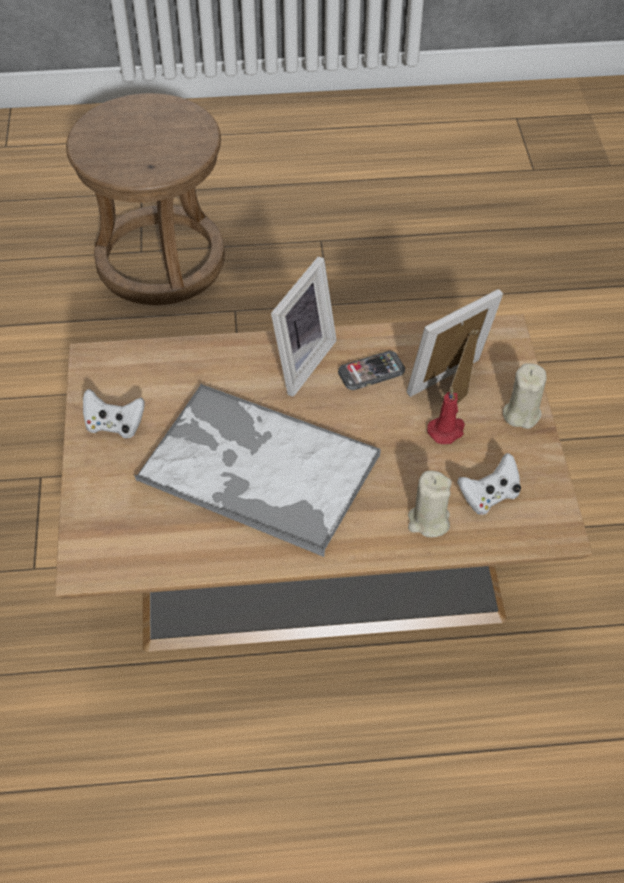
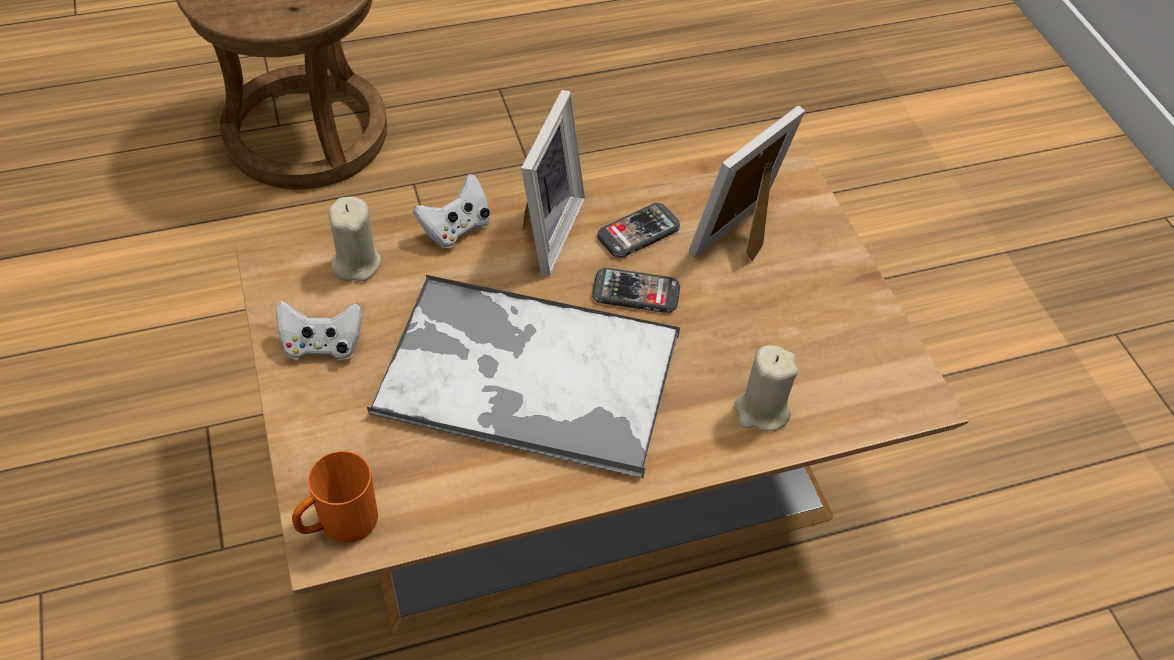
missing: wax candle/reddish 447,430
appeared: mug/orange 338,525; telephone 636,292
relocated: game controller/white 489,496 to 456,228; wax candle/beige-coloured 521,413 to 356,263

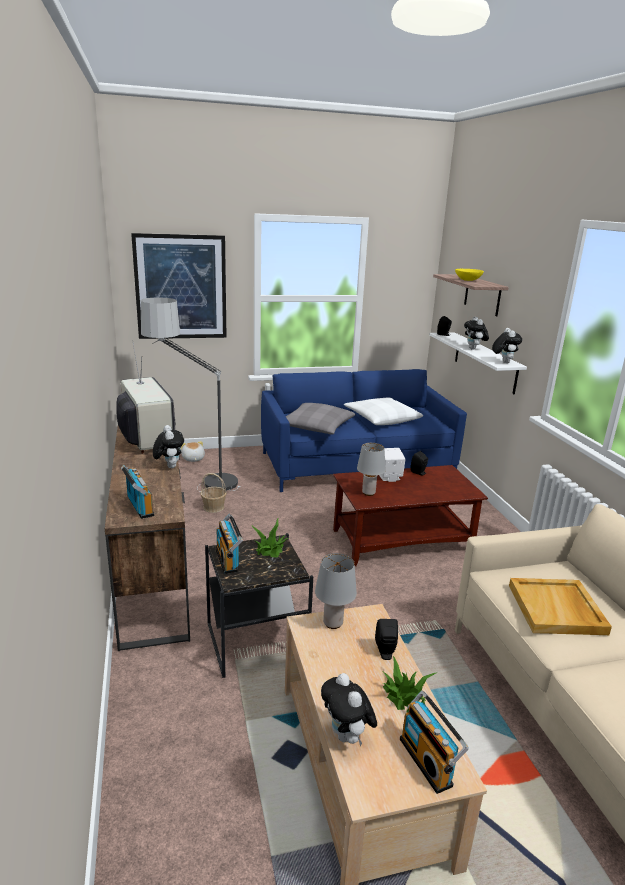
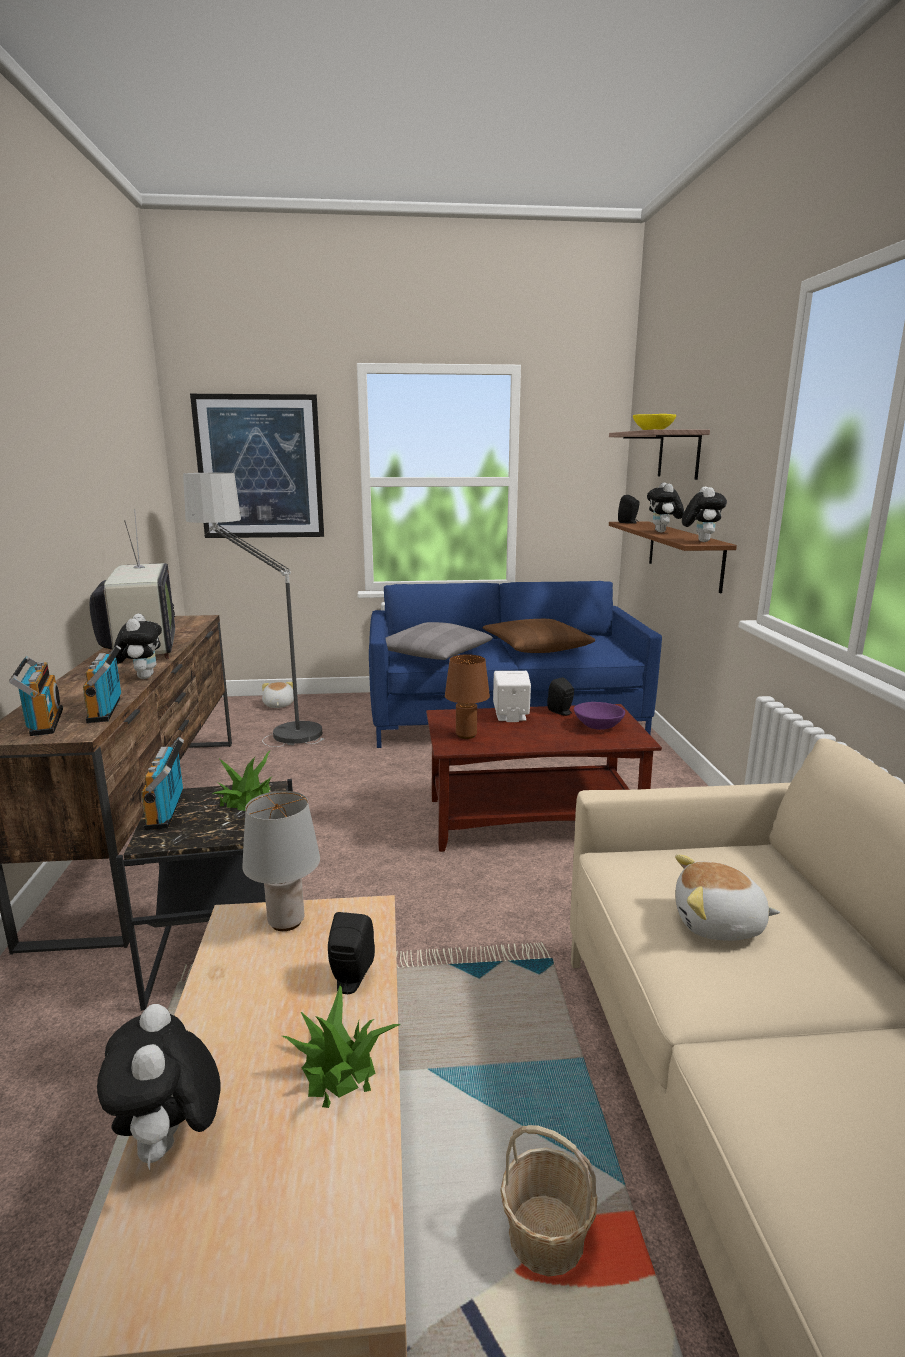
appeared: serving bowl/purplish 598,726
relocated: basket 214,507 to 546,1237; radio 428,761 to 108,710
exchanged: serving tray/beige-coloured 557,609 to cuddly toy 718,924
colour: pillow/white 382,418 to pillow/brown-coloured 536,646; tabletop lamp/greyish 368,493 to tabletop lamp/brown-coloured 466,735; bracket shelf/white 484,362 to bracket shelf/brown-coloured 684,554

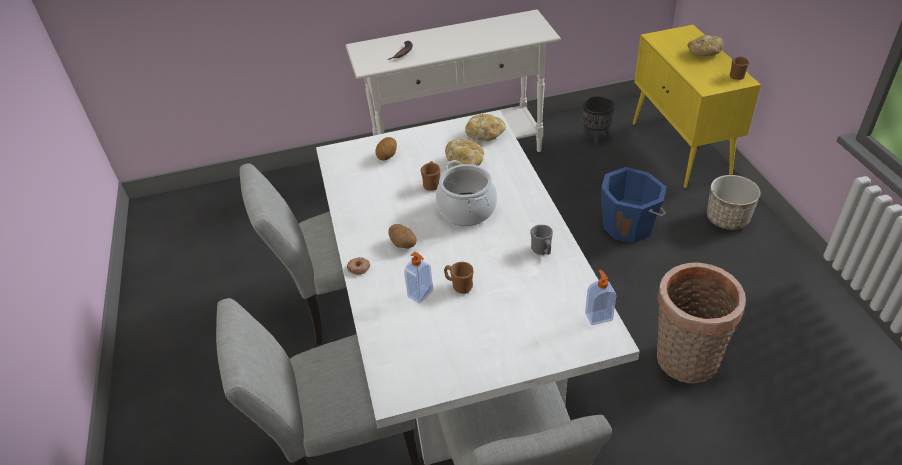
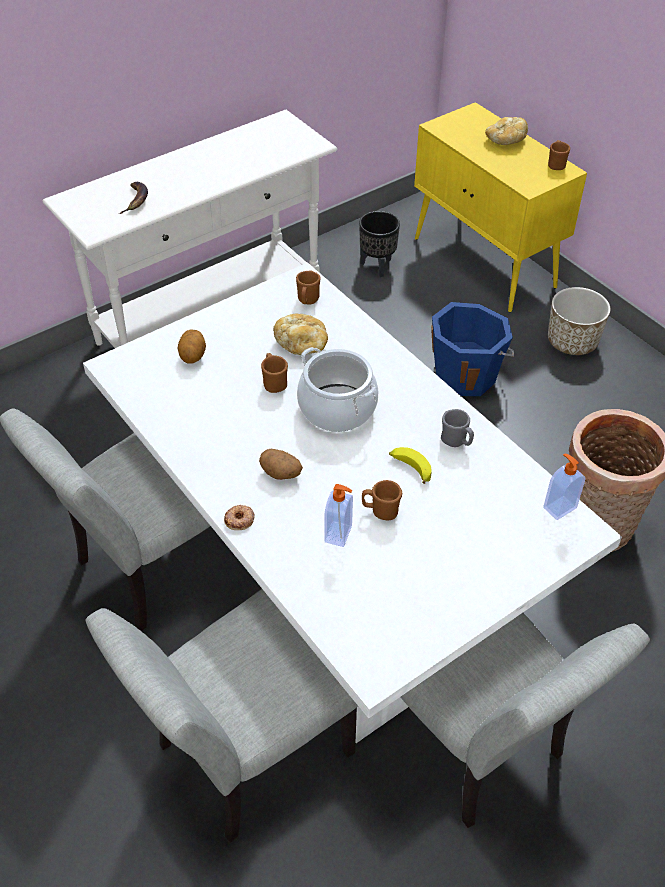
appeared: banana fruit 410,468
exchanged: baked bread 485,135 to mug/brown-coloured 307,301

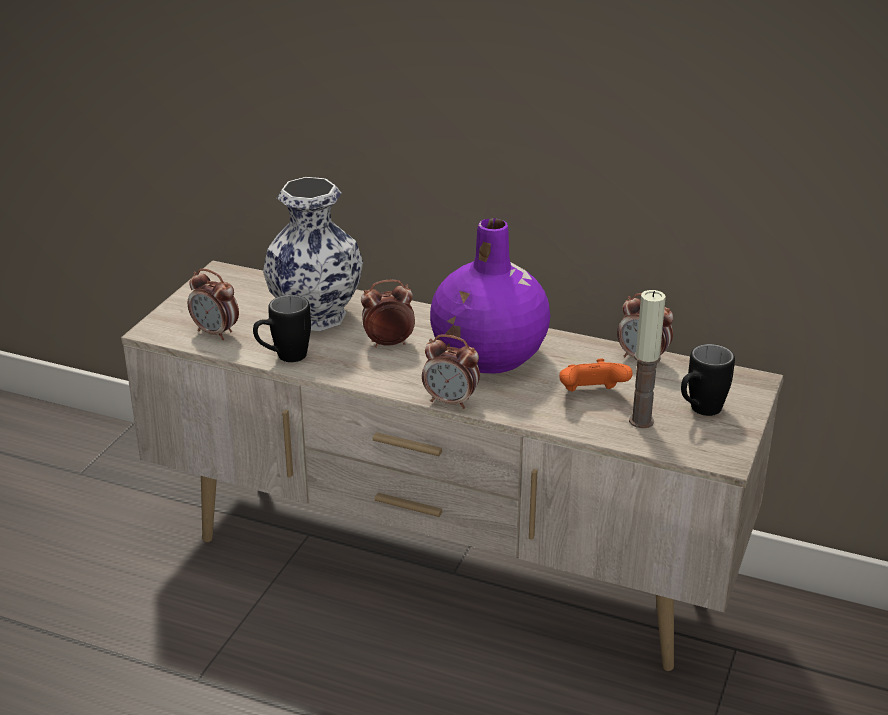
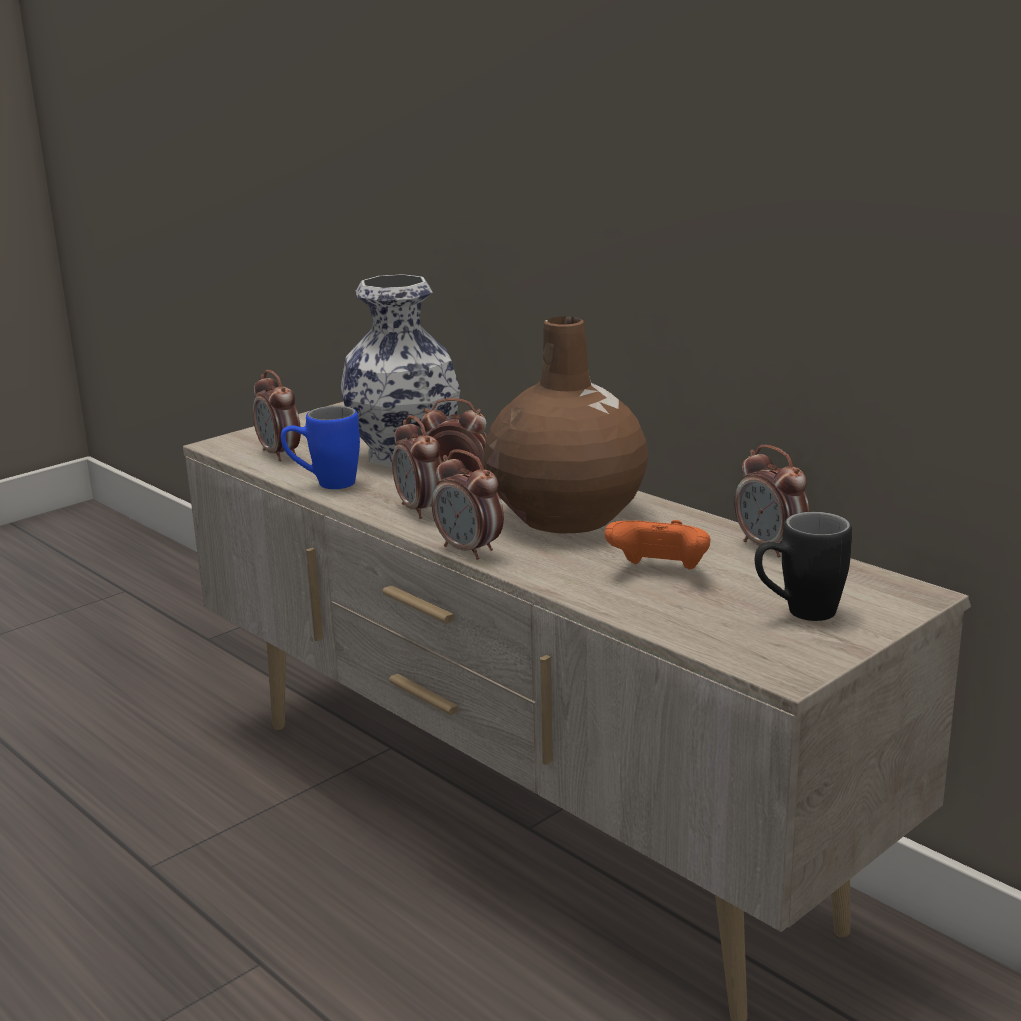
missing: wax candle 641,421
appeared: table clock 421,510
colour: mug/black 283,358 to mug/bluish 324,484; vase/purplish 490,356 to vase/brown-coloured 567,516

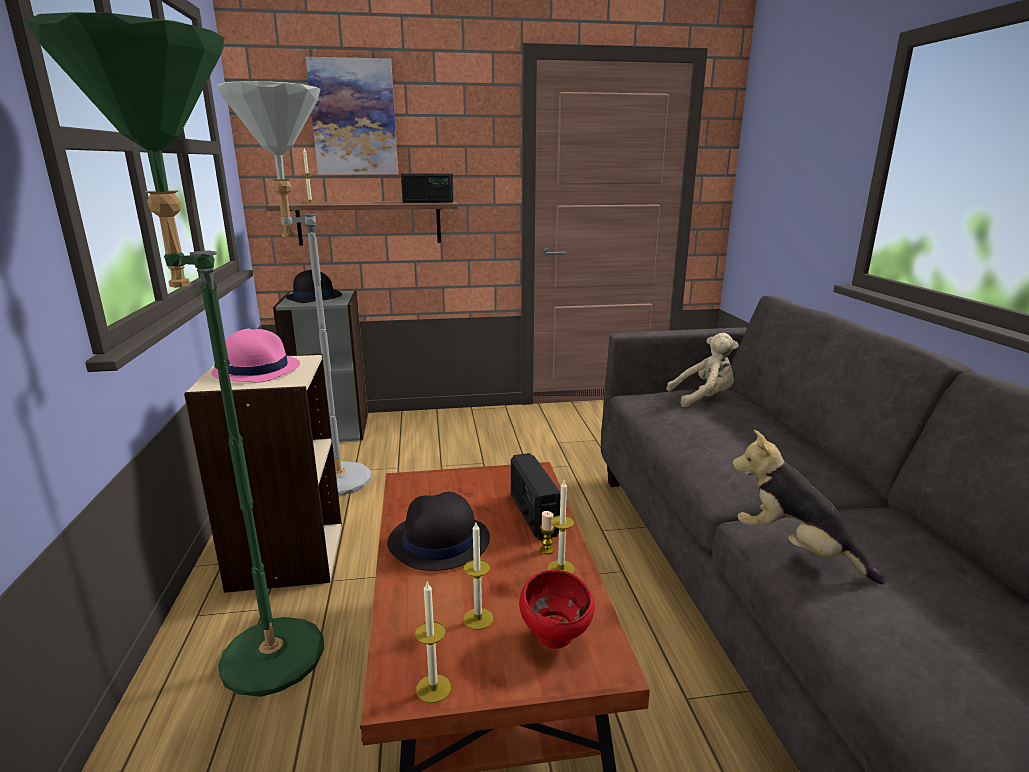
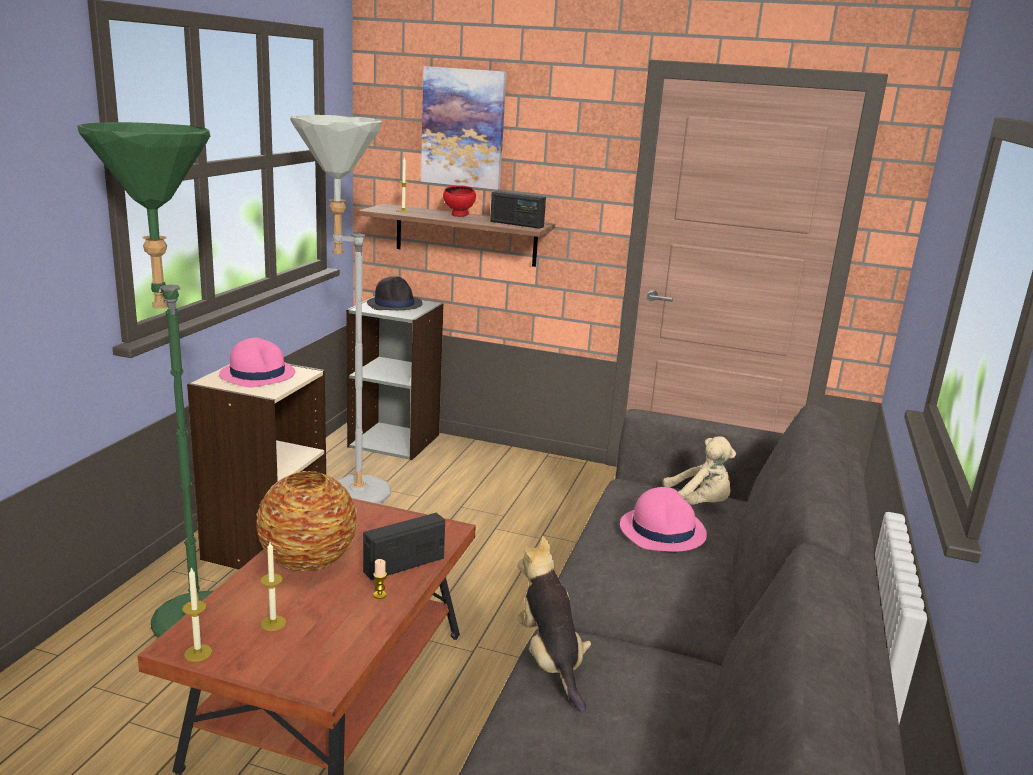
missing: wax candle 561,568
appeared: wearable hat/pinkish 662,530
relocated: serving bowl/reddish 557,639 to 459,216
exchanged: wearable hat/black 438,542 to vase 307,560
spun: radio 533,514 = 404,564 45 degrees clockwise

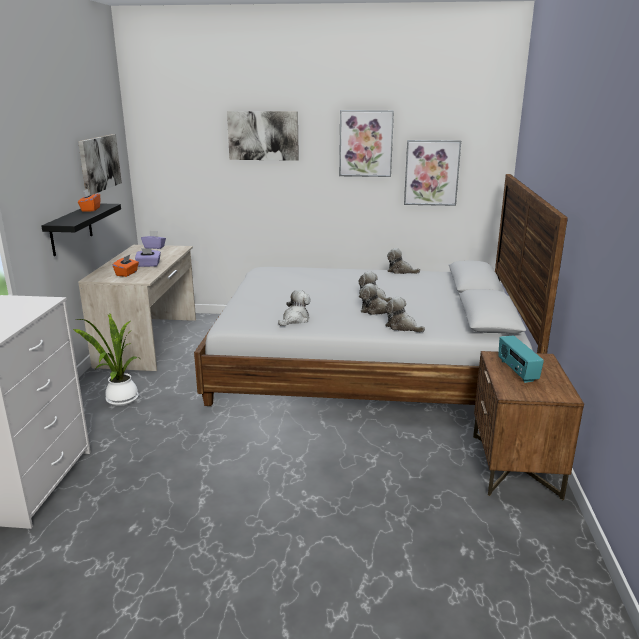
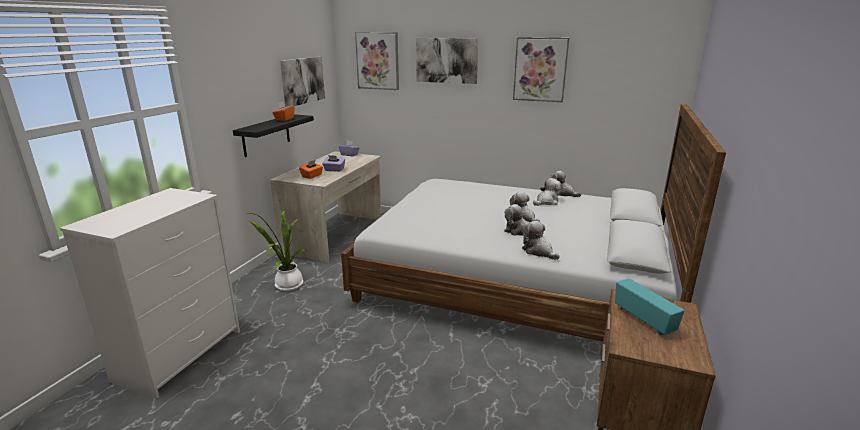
relocated: cuddly toy 295,320 to 546,202; picture 431,173 to 378,61
spun: radio 517,371 = 644,320 150 degrees clockwise

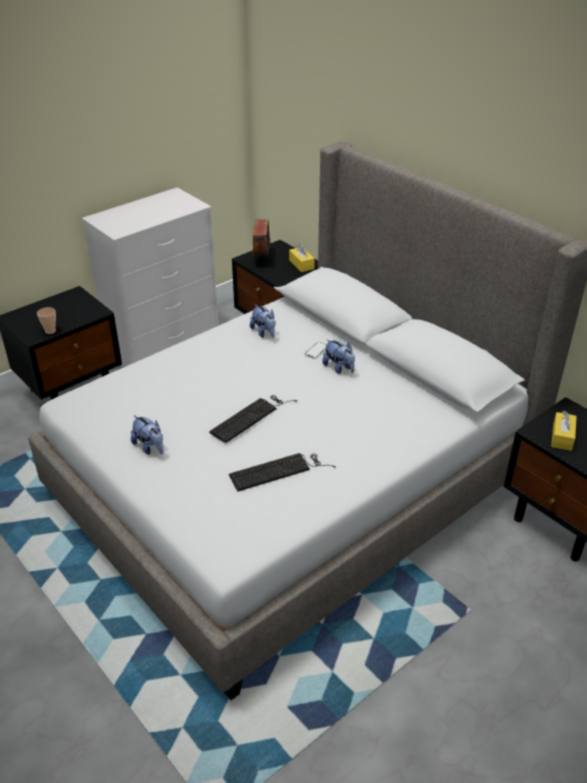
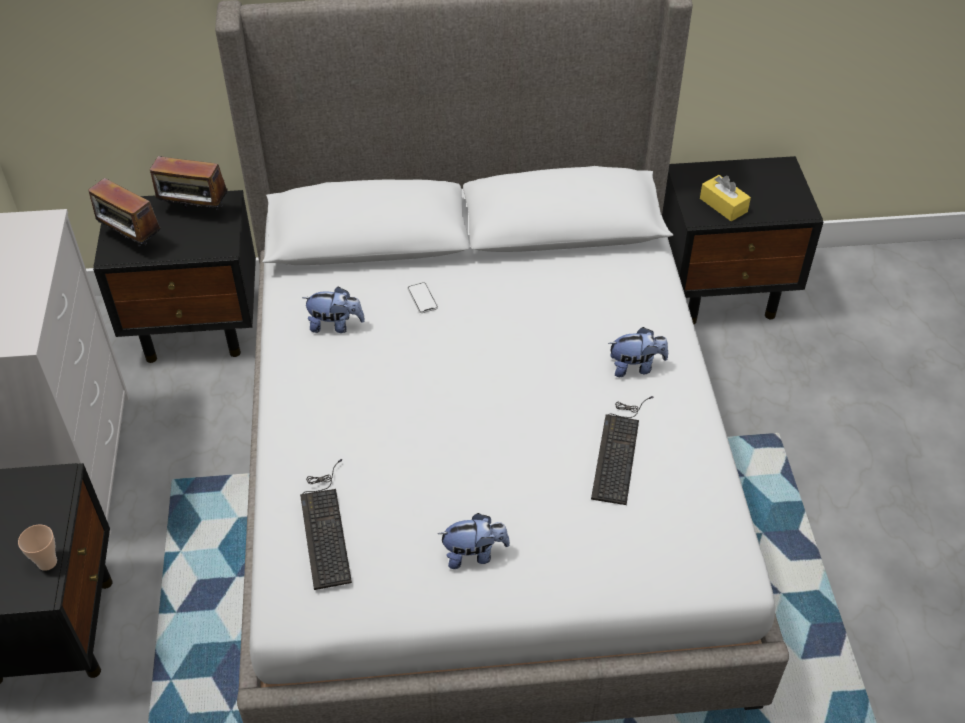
relocated: keyboard 251,417 to 325,525; cuddly toy 339,368 to 635,367
exchanged: tissue box/yellow-coloured 301,264 to radio 195,211

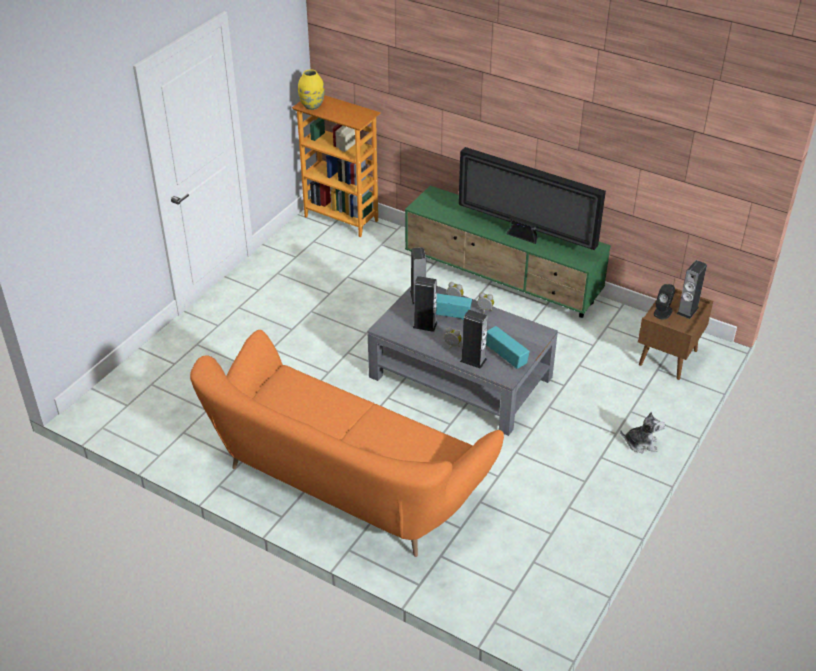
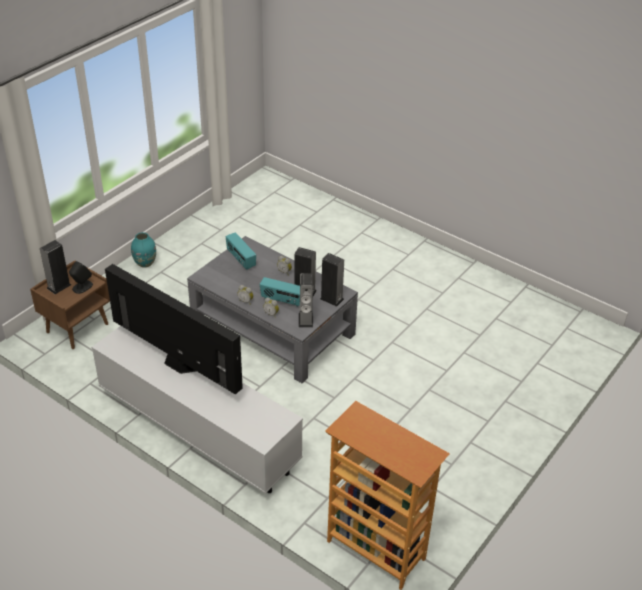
missing: sofa/orange 343,484; vase/yellow-coloured 312,106
relocated: audio speaker 473,360 to 331,299
exchanged: cuddly toy 641,443 to vase/turquoise 145,263
colour: tv unit/green 502,280 to tv unit/white 197,430

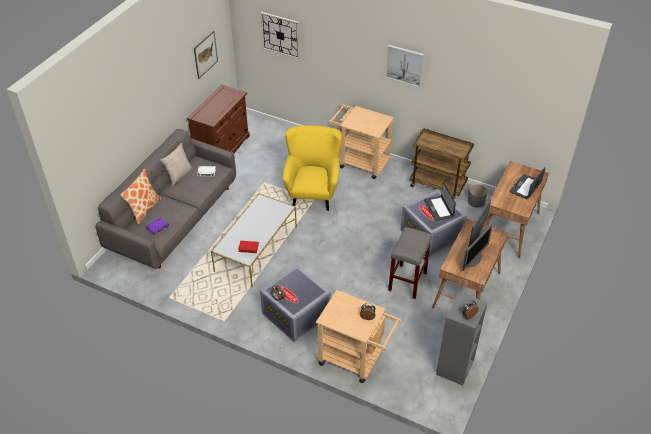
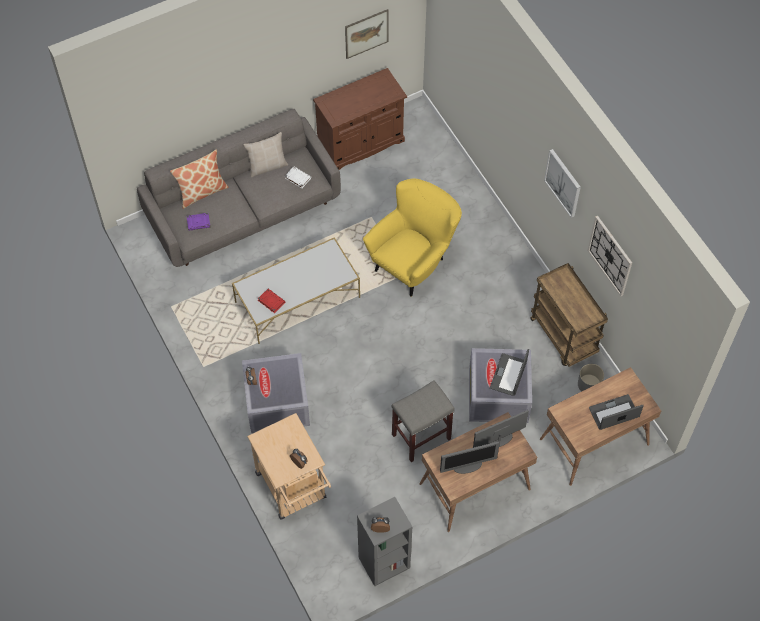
missing: cart/beige-coloured 360,162
relocated: hanging clock 280,35 to 610,255

